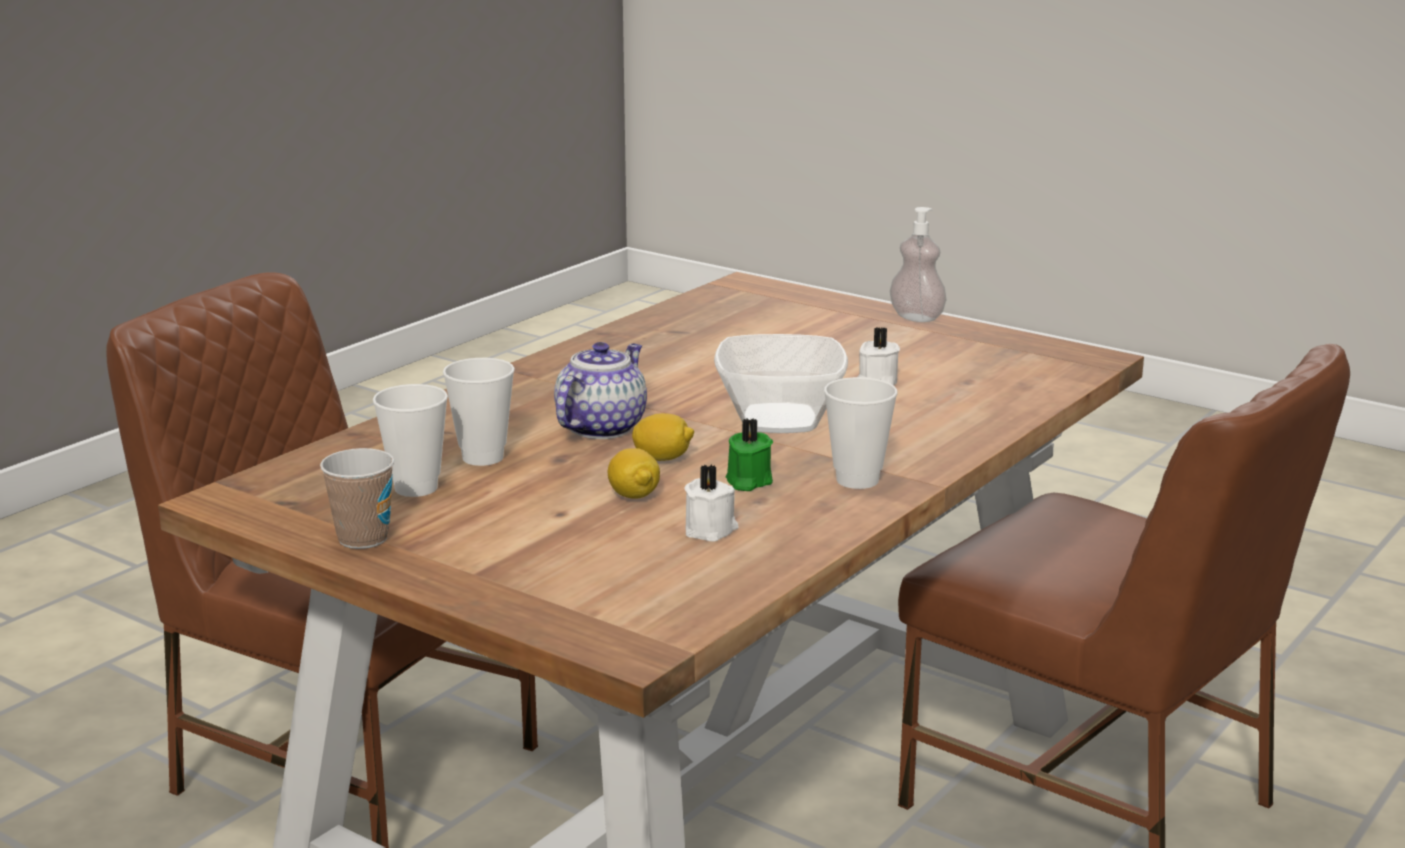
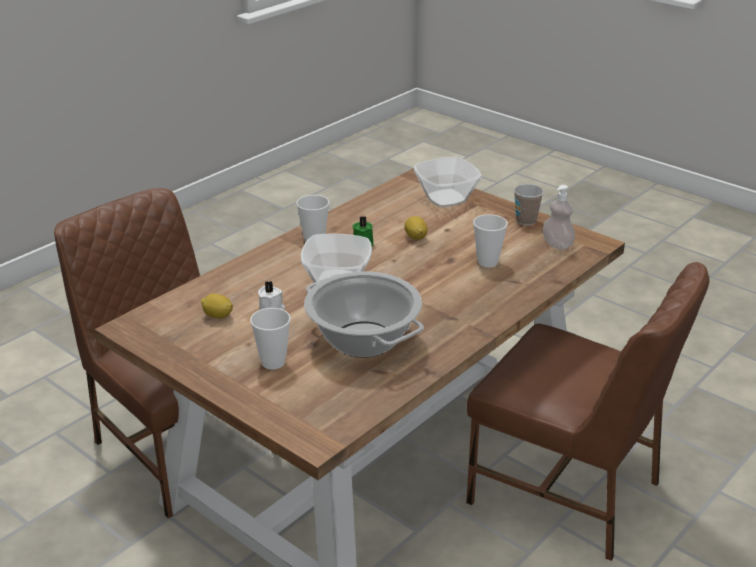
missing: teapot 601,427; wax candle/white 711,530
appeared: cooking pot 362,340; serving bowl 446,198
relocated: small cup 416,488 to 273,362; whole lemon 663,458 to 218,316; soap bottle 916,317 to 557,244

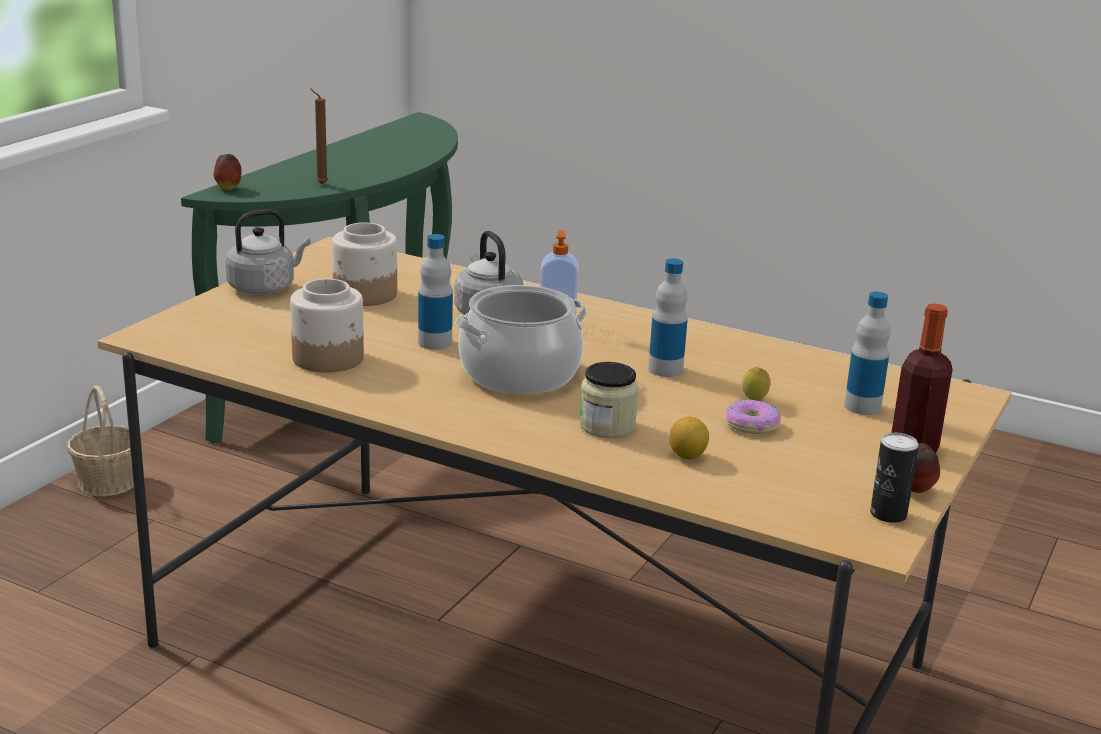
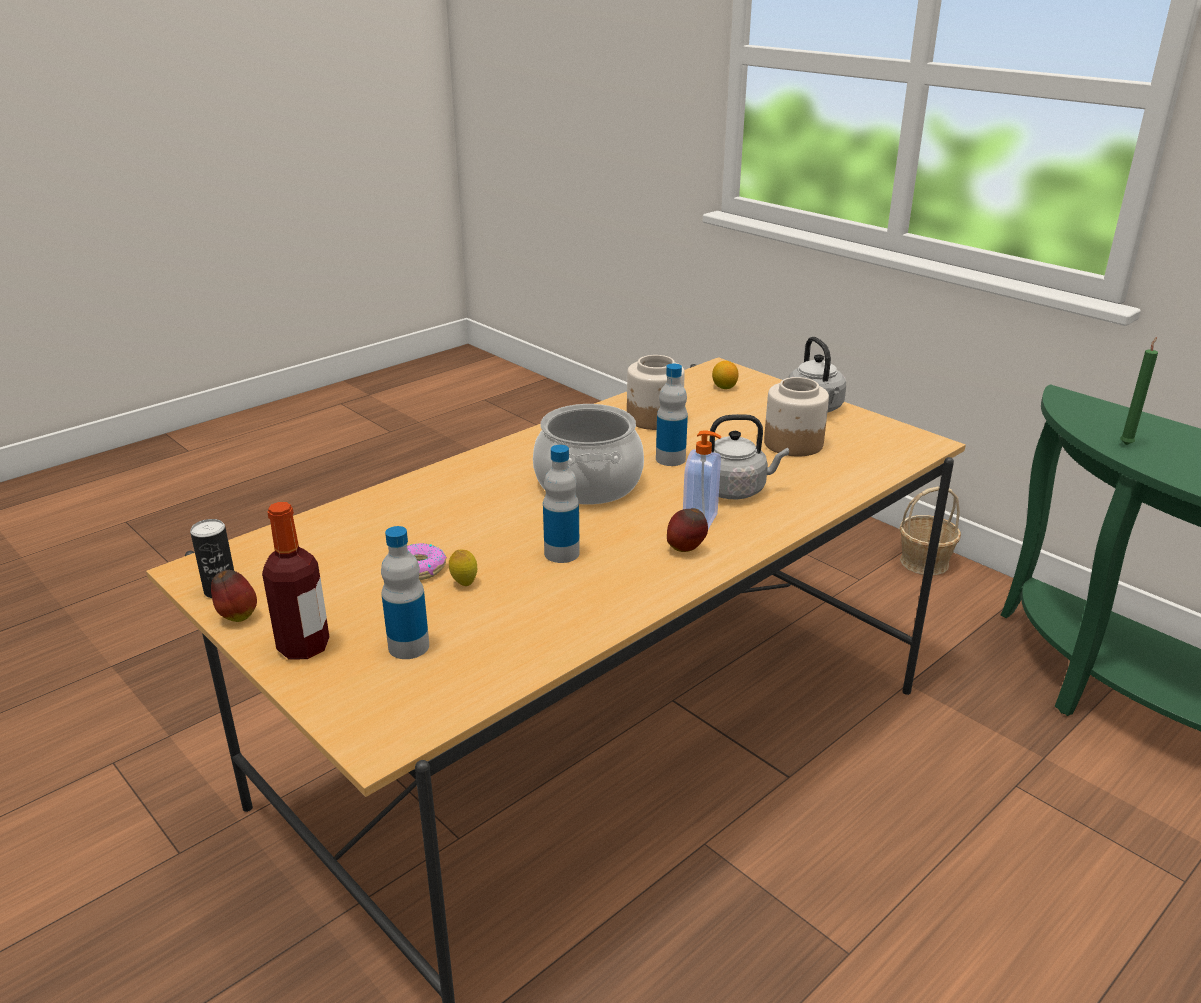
missing: preserve jar 607,426
relocated: apple 228,188 to 686,550; whole lemon 687,456 to 724,387
colour: wax candle/brown-coloured 320,184 to wax candle/green 1126,444

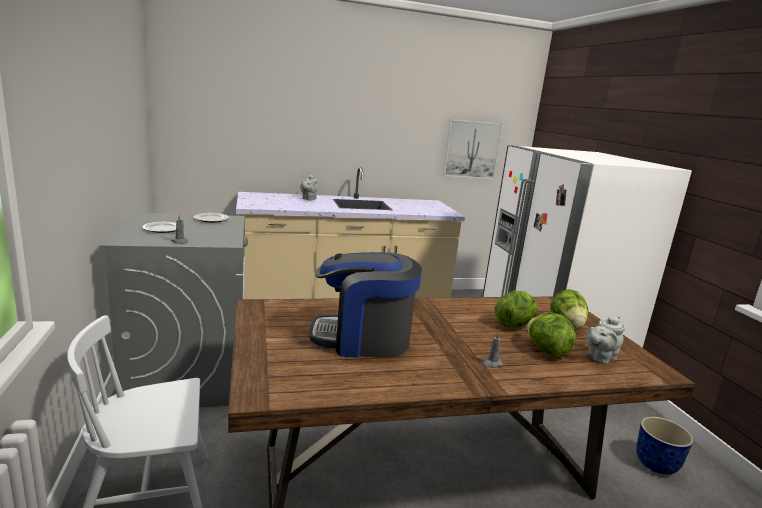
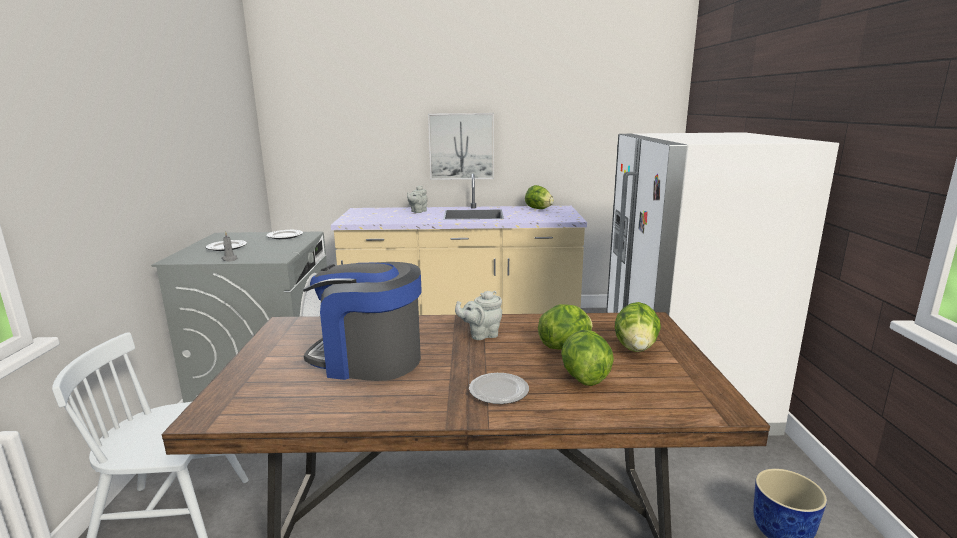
appeared: lettuce head 538,209
relocated: picture 471,149 to 461,146; teapot/greyish 599,358 to 481,335
exchanged: wax candle/greyish 491,364 to dinner plate 498,391

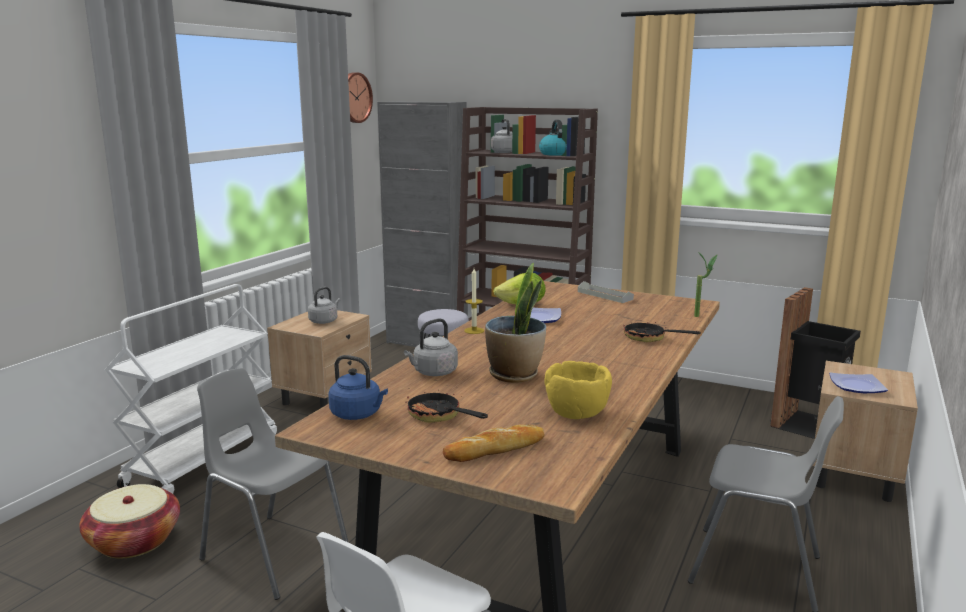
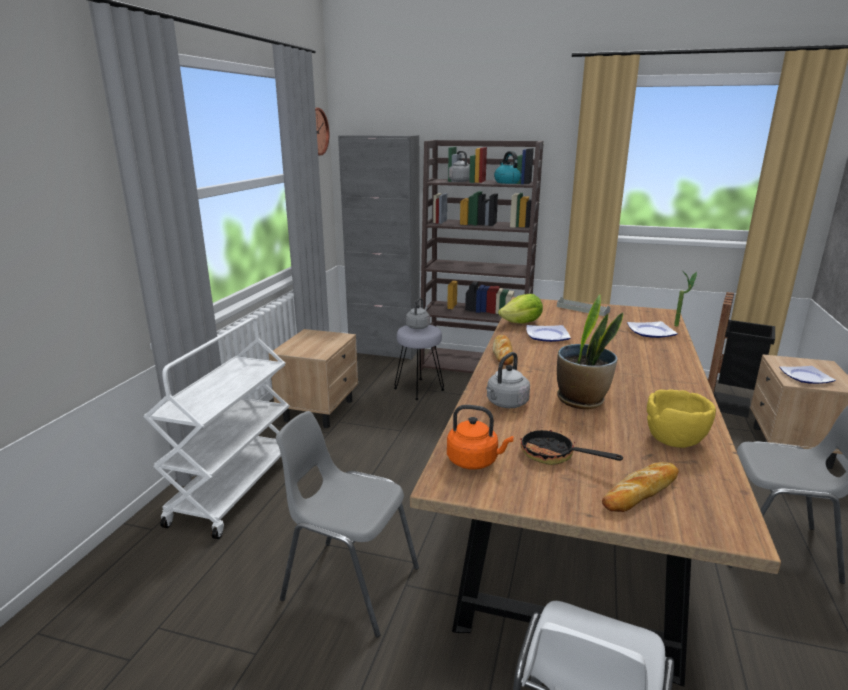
missing: basket 134,541; frying pan 650,339
appeared: dinner plate 650,332
relocated: water kettle/greyish 324,321 to 418,326
exchanged: wax candle 474,330 to baked bread 503,353
colour: water kettle/bluish 358,414 to water kettle/orange 475,461

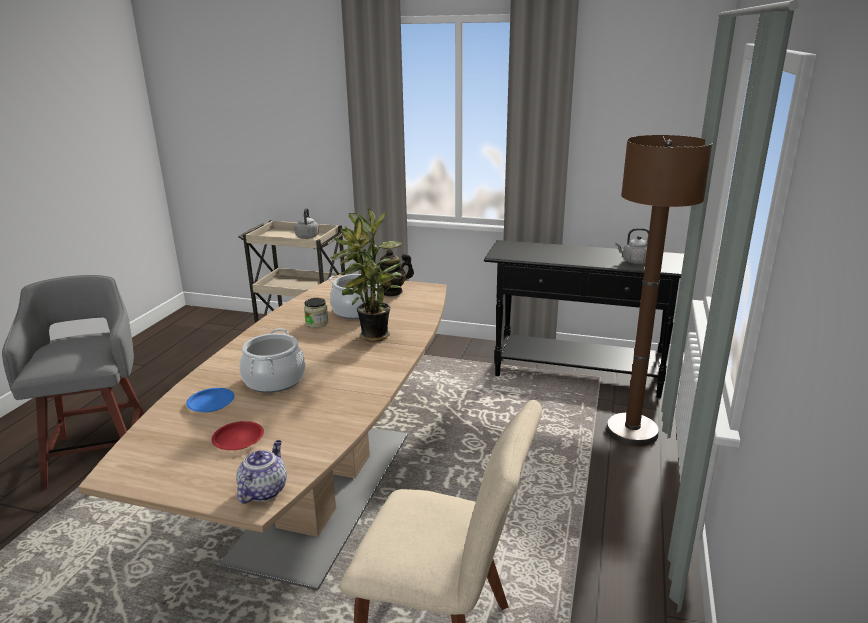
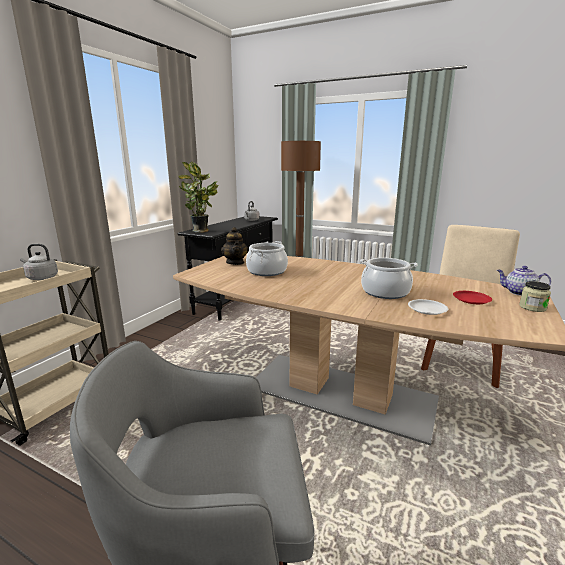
relocated: preserve jar 317,323 to 532,307; potted plant 373,337 to 202,231
colour: dinner plate/bluish 211,403 to dinner plate/white 426,309

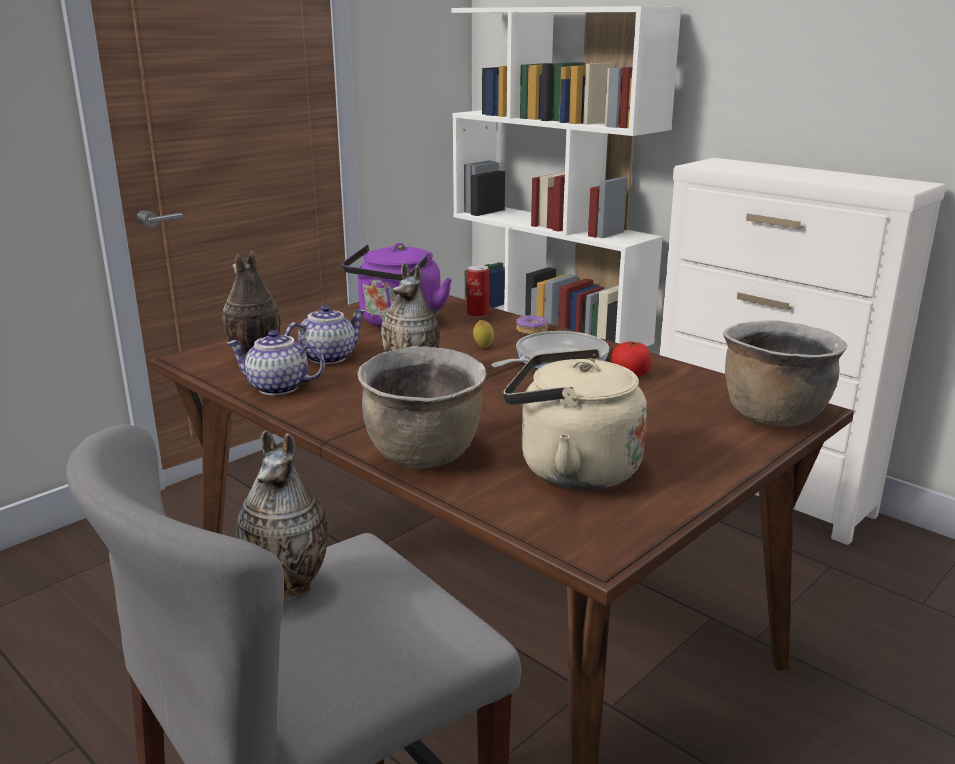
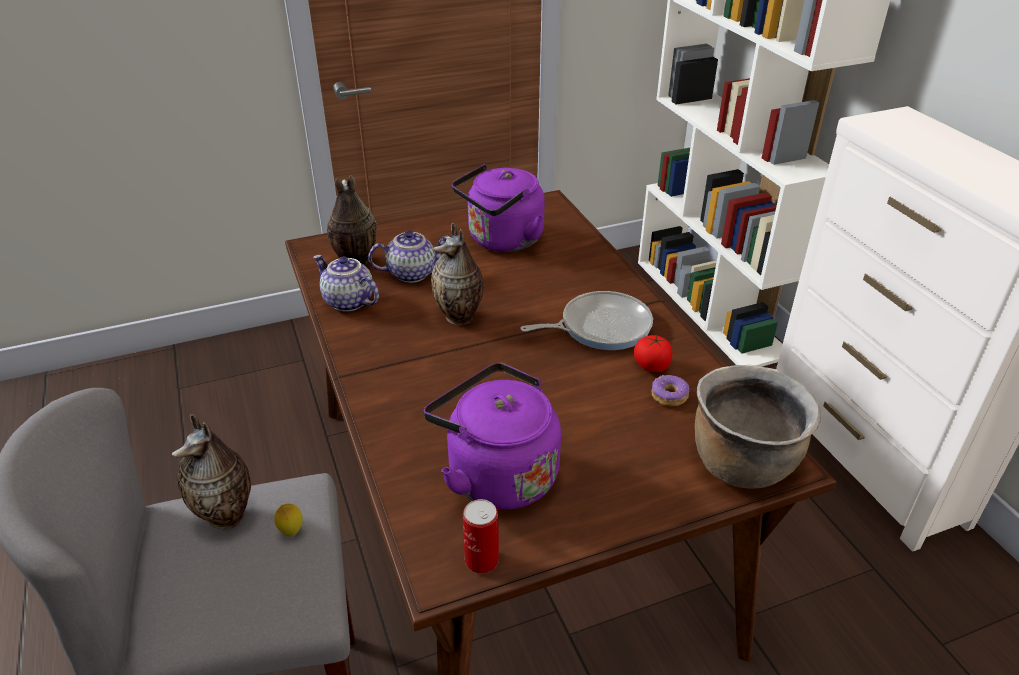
missing: cooking pot/brown-coloured 425,455
relocated: sealed can 477,314 to 481,560; whole lemon 483,347 to 291,531; doughnut 531,331 to 669,396
colour: water kettle/beige-coloured 571,469 to water kettle/purplish 496,474

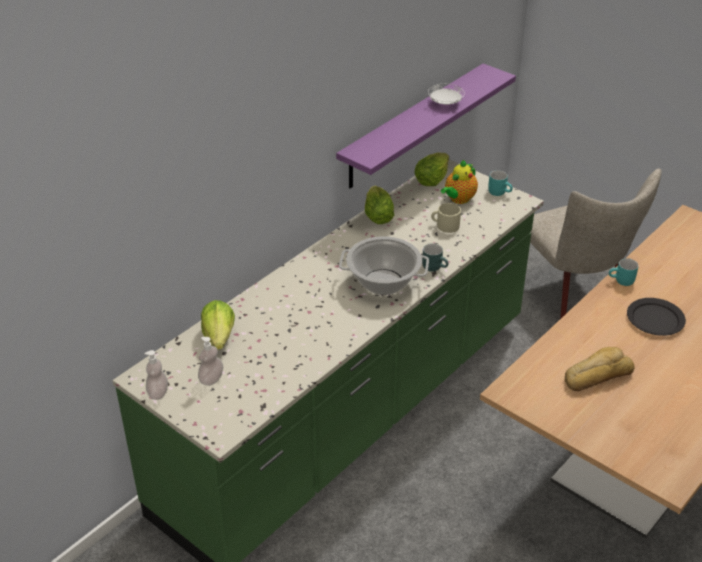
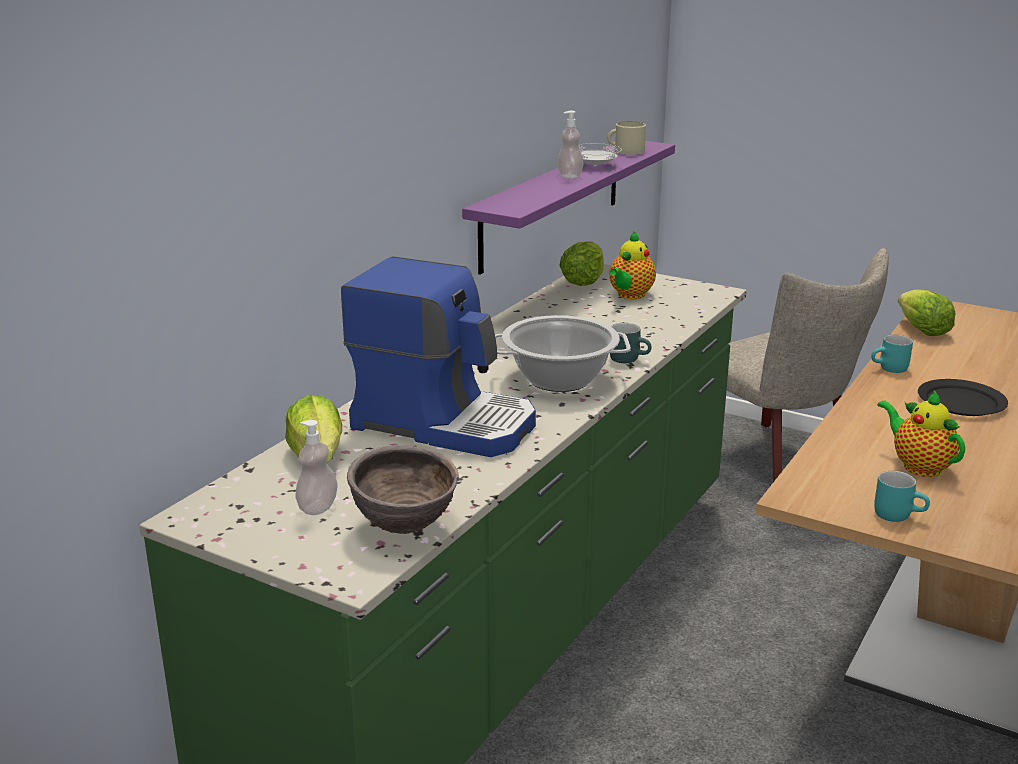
appeared: coffee maker 445,422; serving bowl/brown-coloured 404,528
relocated: soap bottle 158,393 to 569,176; lettuce head 377,216 to 922,330; mug/beige-coloured 445,225 to 625,151; mug/turquoise 500,192 to 898,514
exchanged: baked bread 596,375 to teapot 918,466

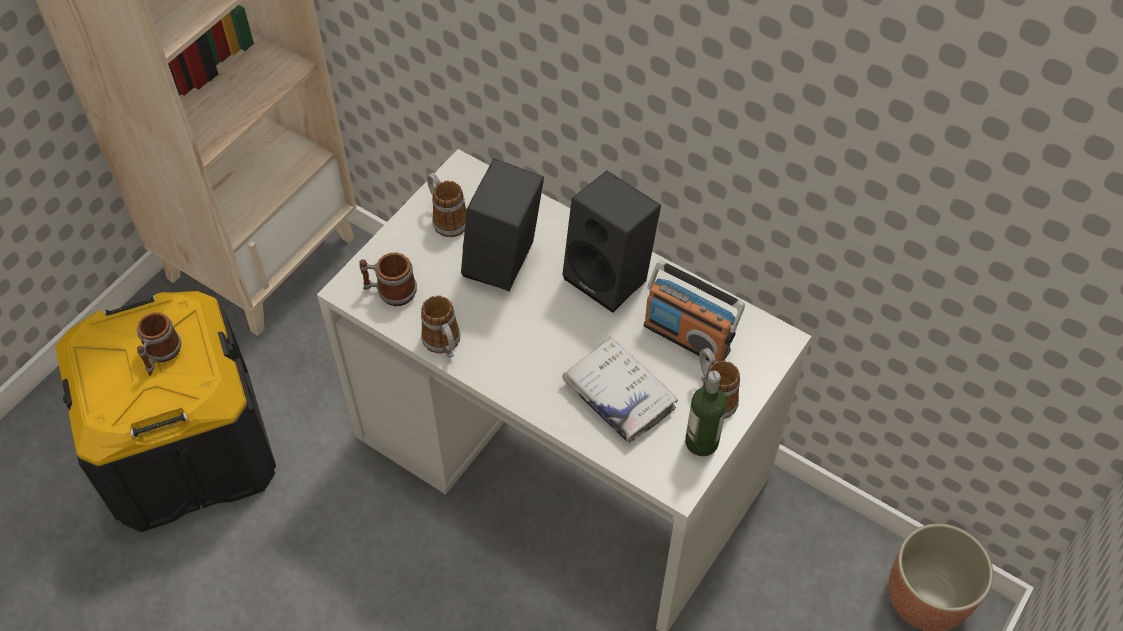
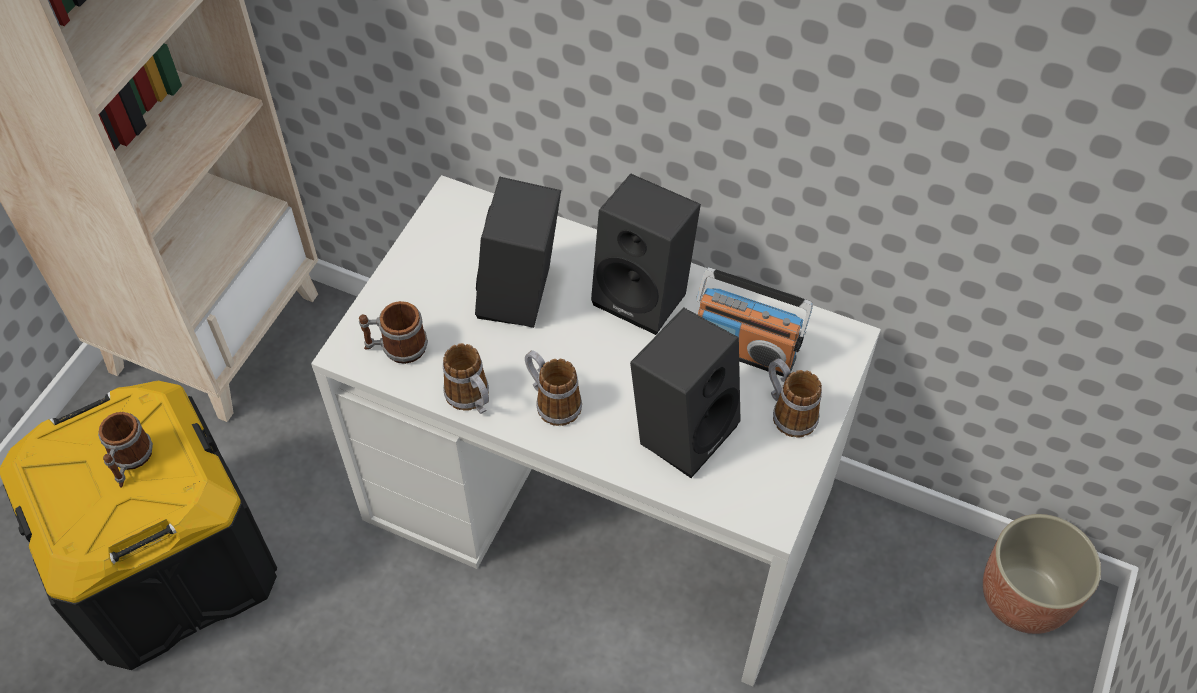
missing: bottle 701,442
relocated: mug 446,219 to 552,401
exchanged: volume/white 619,396 to audio speaker/black 683,428

